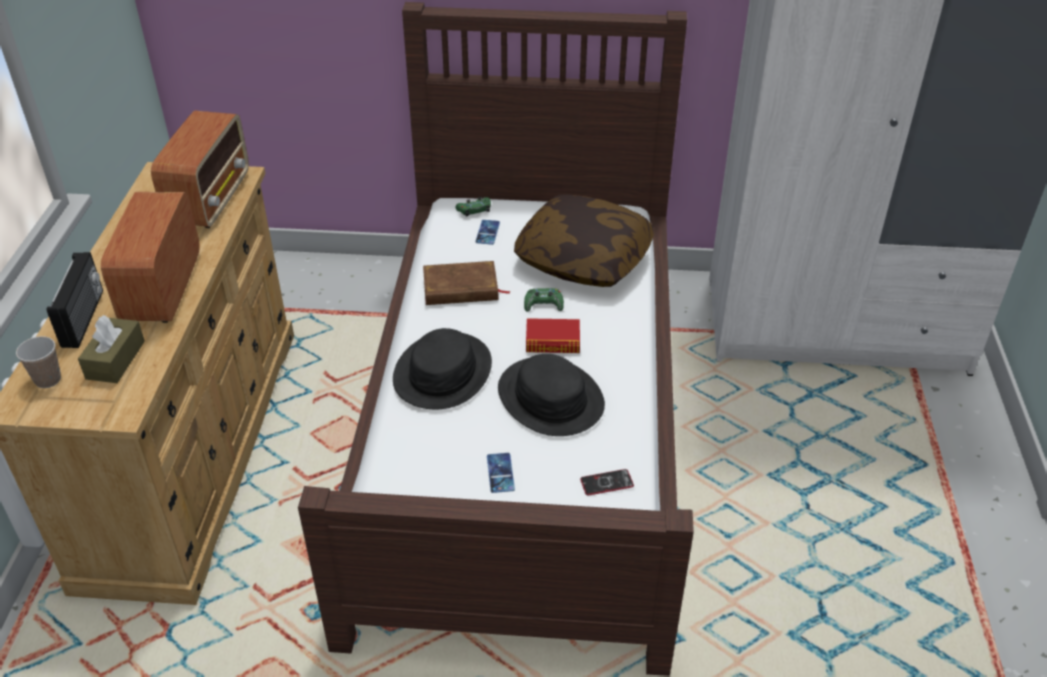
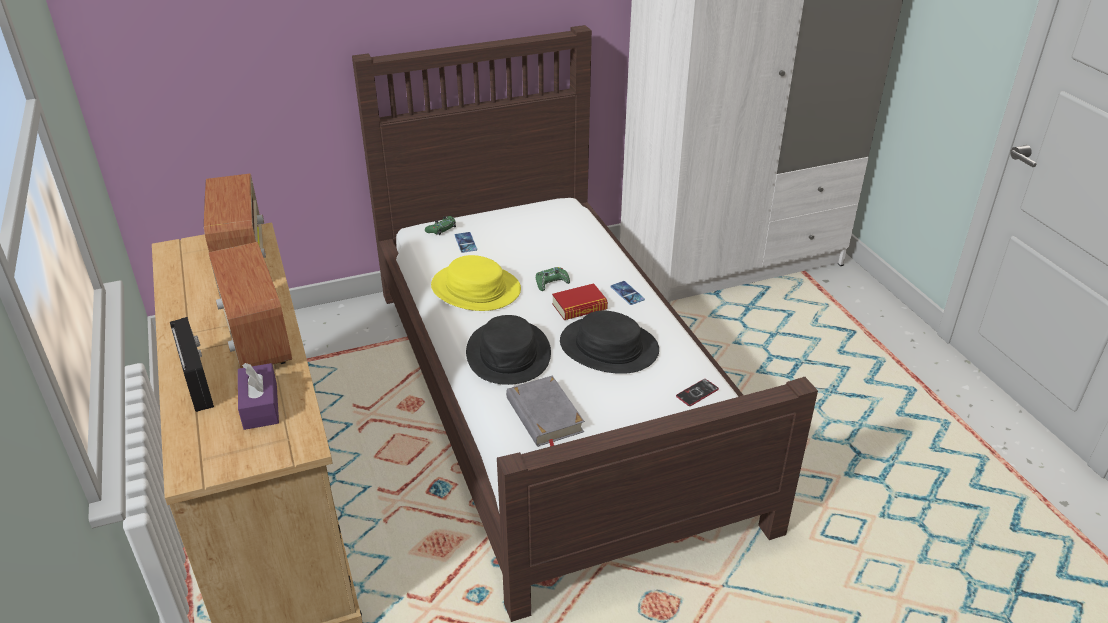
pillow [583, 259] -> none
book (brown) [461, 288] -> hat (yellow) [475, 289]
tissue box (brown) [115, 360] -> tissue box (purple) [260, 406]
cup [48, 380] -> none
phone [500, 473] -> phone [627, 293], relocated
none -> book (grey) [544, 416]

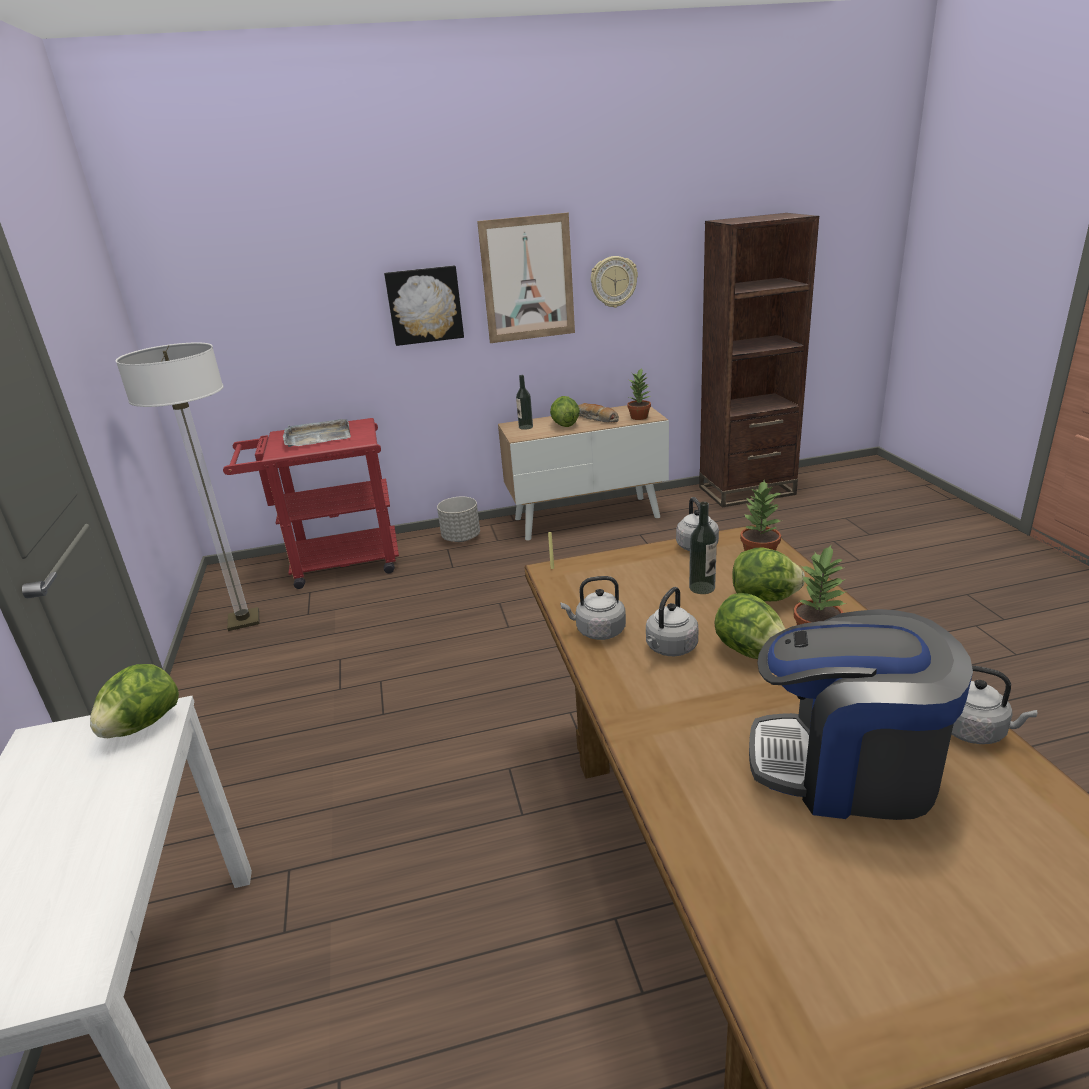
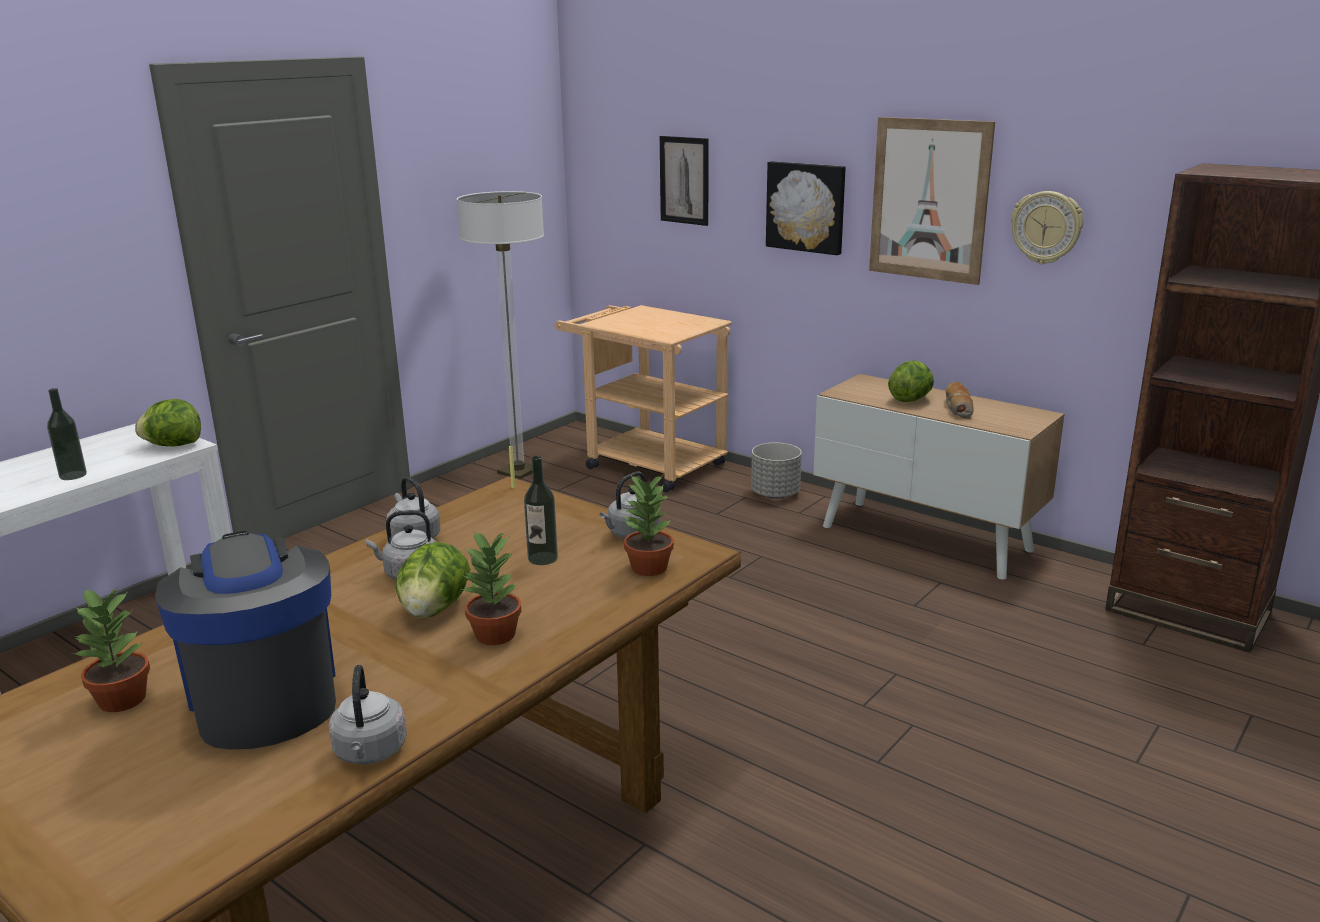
potted plant [639, 417] -> potted plant [122, 700], relocated
bottle [525, 427] -> bottle [73, 475], relocated
cart (red) [334, 564] -> cart (beige) [645, 463]
tray (grey) [317, 437] -> none
lettuce [765, 598] -> none
none -> picture [684, 180]

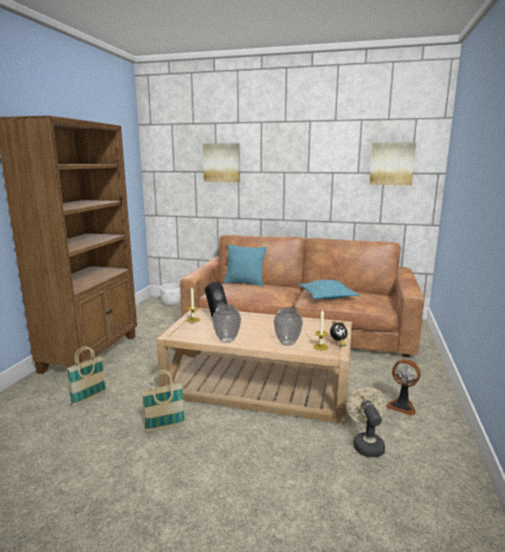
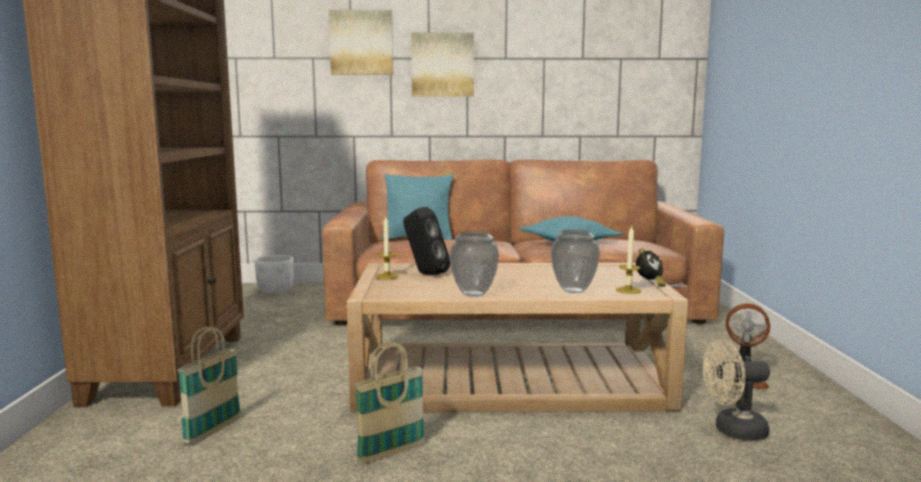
picture [391, 163] -> picture [442, 65], relocated
fan (beige) [366, 444] -> fan (beige) [733, 431], 75 degrees counterclockwise

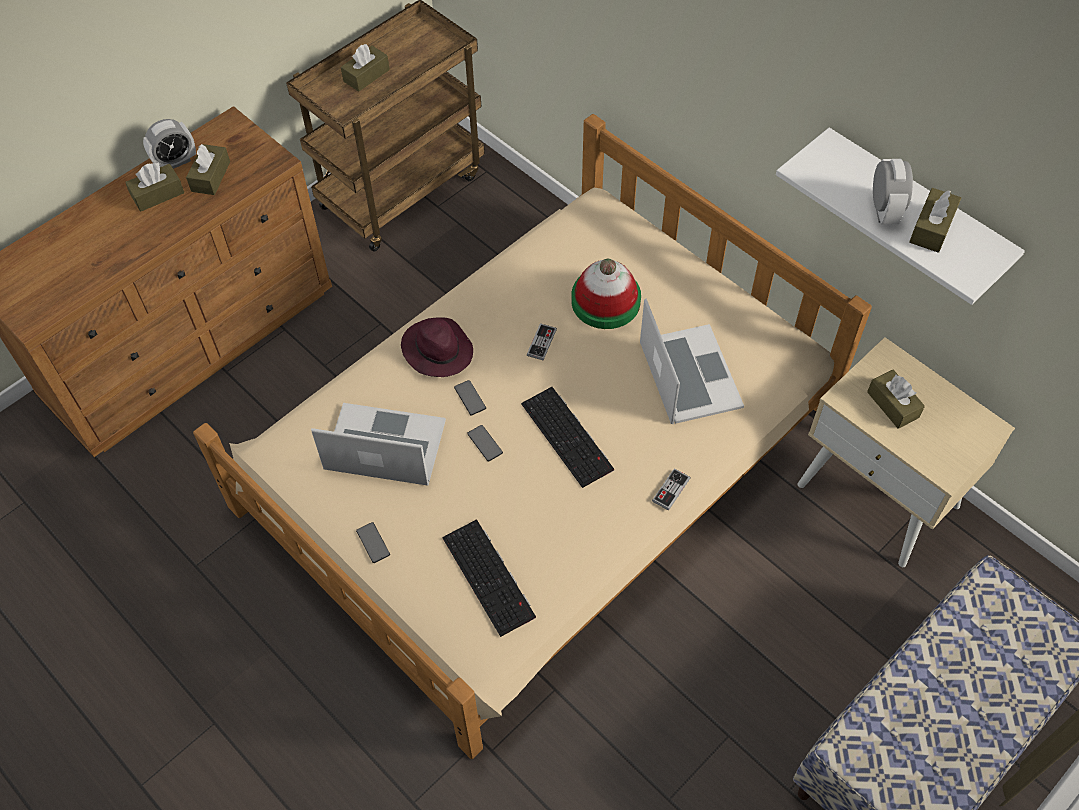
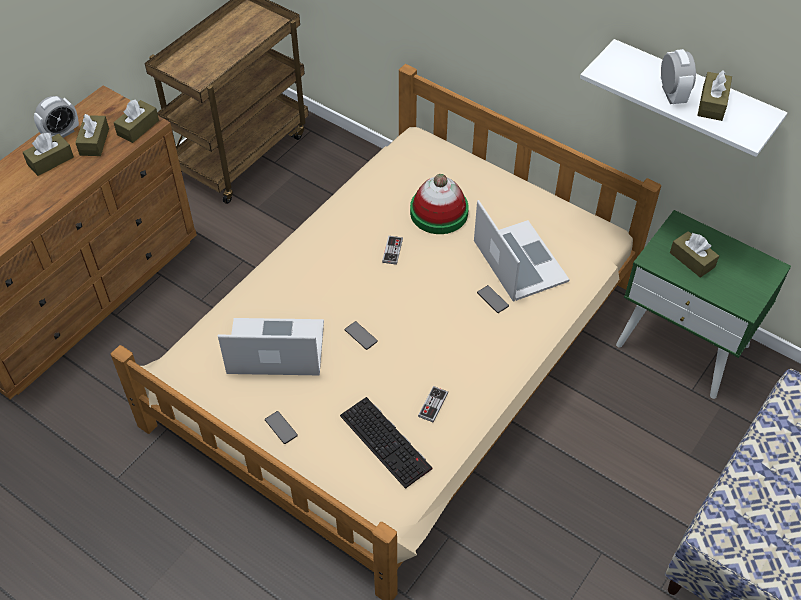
tissue box (brown) [366, 75] -> tissue box (brown) [138, 128], relocated
hat (purple) [437, 350] -> none
nightstand (beige) [879, 495] -> nightstand (green) [683, 345]
phone [470, 398] -> phone [492, 299], relocated
keyboard [569, 437] -> none
game controller [671, 490] -> game controller [433, 405], relocated

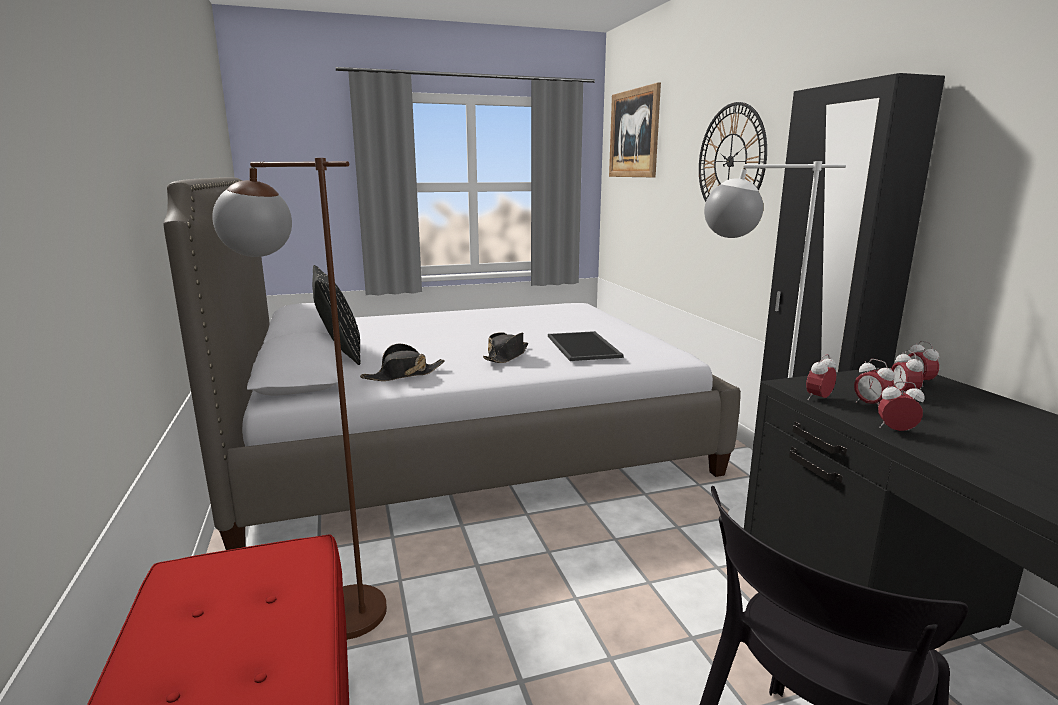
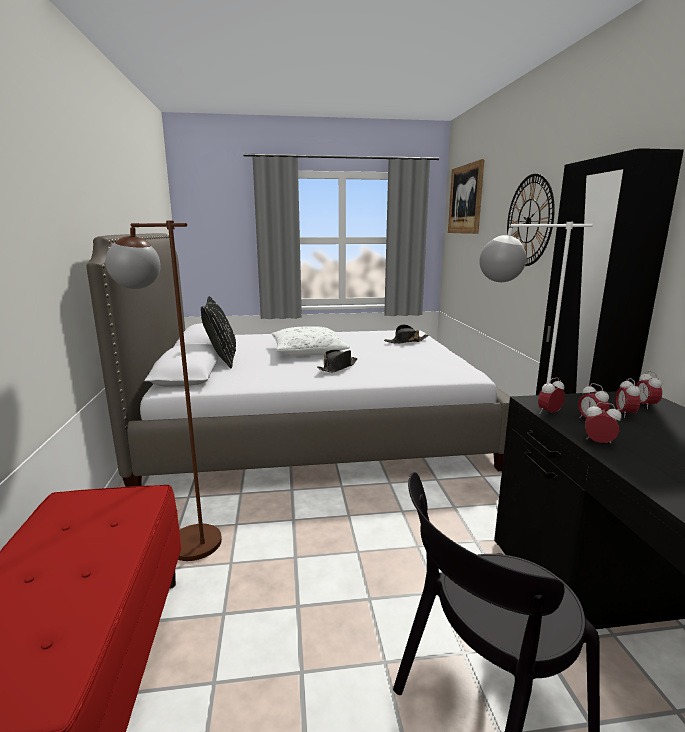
tray [585, 346] -> none
hat (black) [403, 375] -> hat (black) [406, 341], relocated
none -> pillow (white) [308, 351]

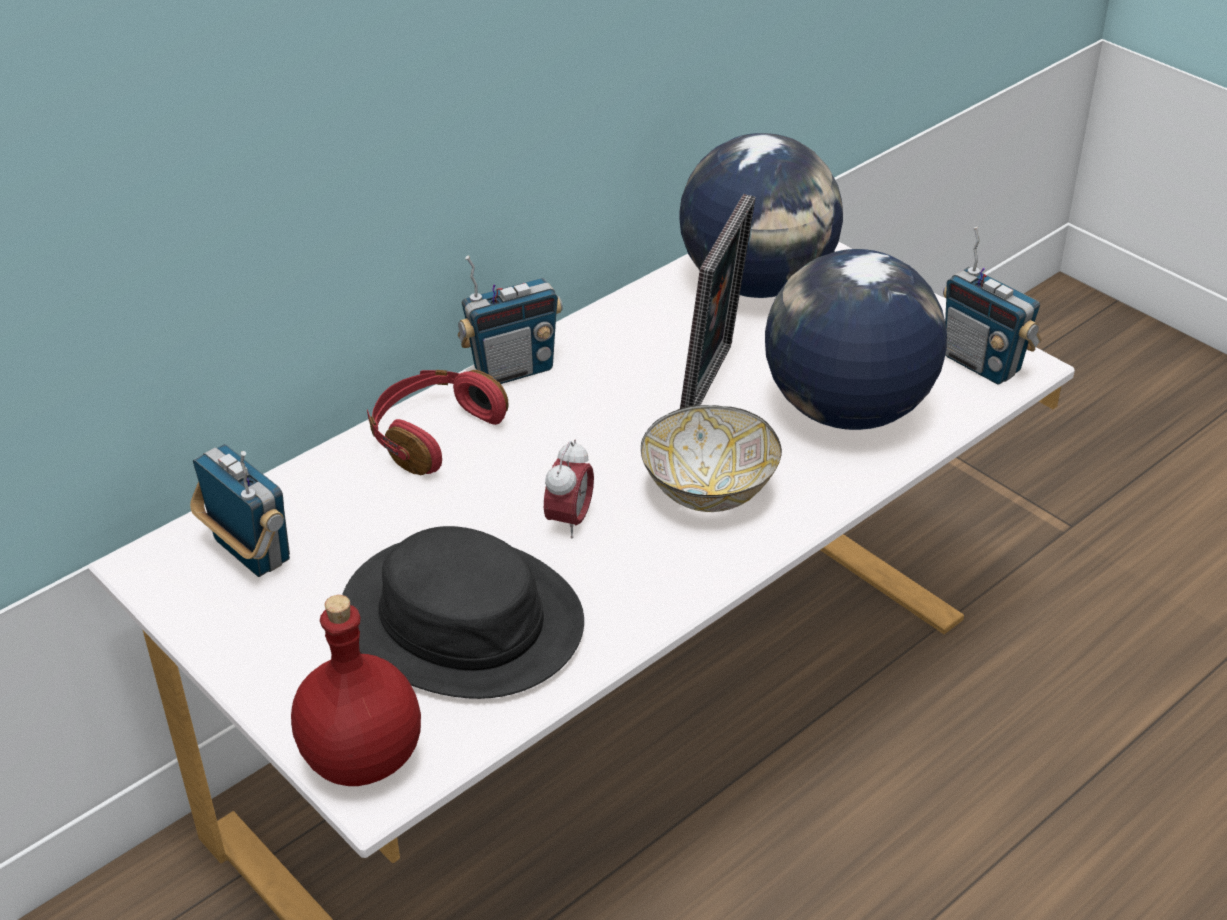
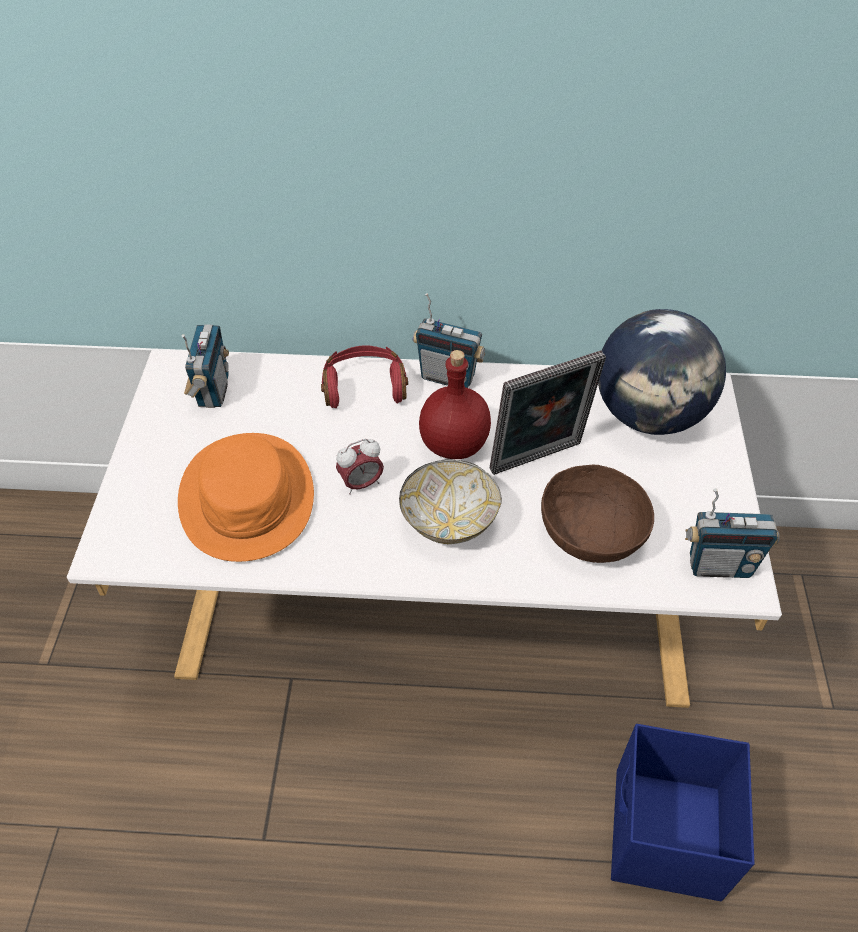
radio [982, 364] -> radio [719, 565], 90 degrees counterclockwise
globe [847, 411] -> bowl (brown) [591, 532]
hat (black) [462, 618] -> hat (orange) [247, 497]
bottle (red) [362, 756] -> bottle (red) [455, 444], relocated
none -> storage box (blue) [665, 835]

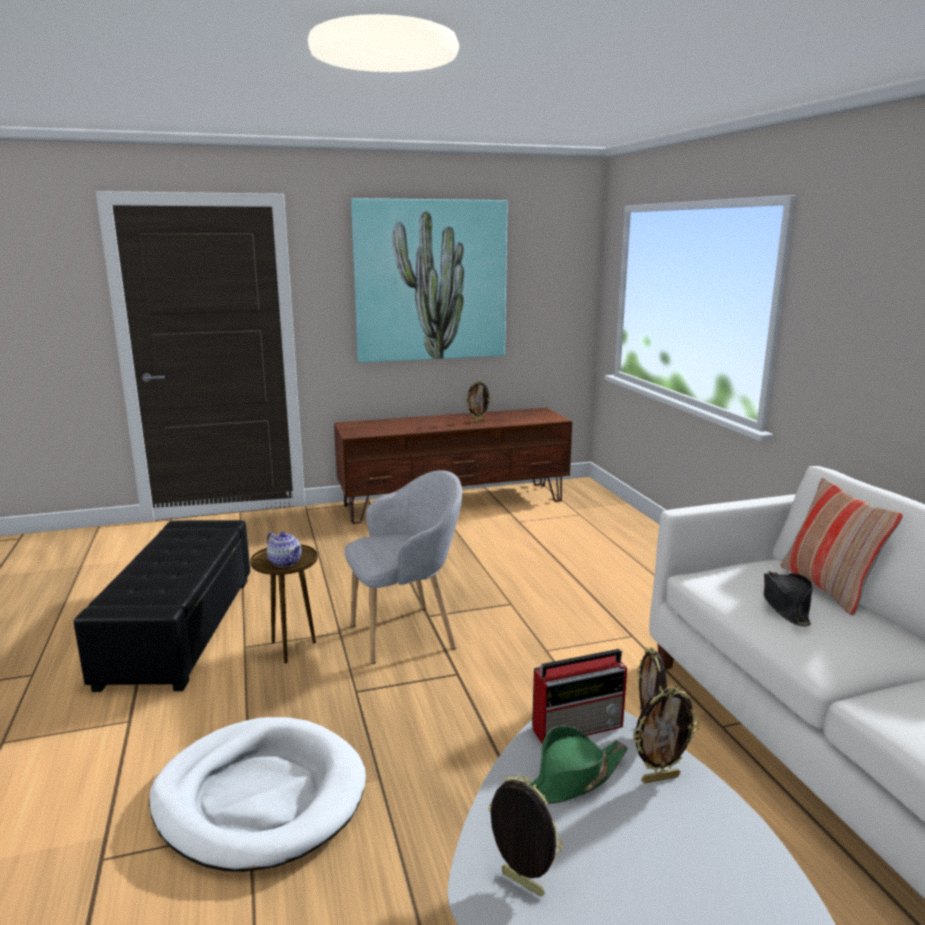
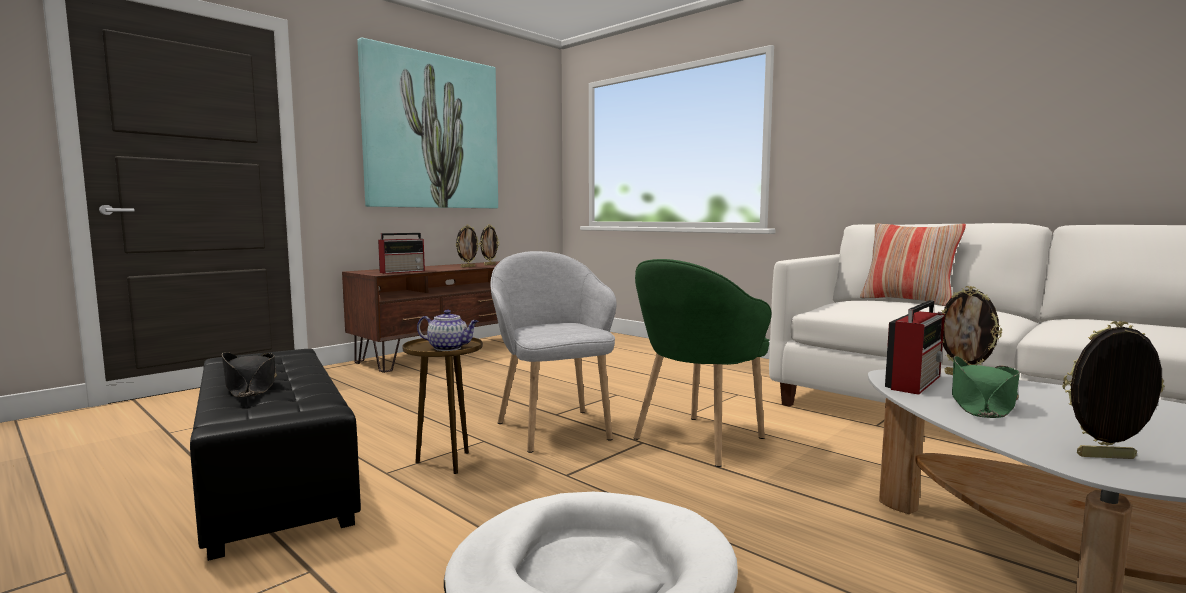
armchair (grey) [406, 634] -> armchair (grey) [554, 428], 60 degrees counterclockwise
hat (black) [785, 605] -> hat (black) [250, 387], relocated
picture frame [660, 778] -> picture frame [467, 267], relocated
none -> radio [403, 271]
none -> armchair (green) [698, 440]

